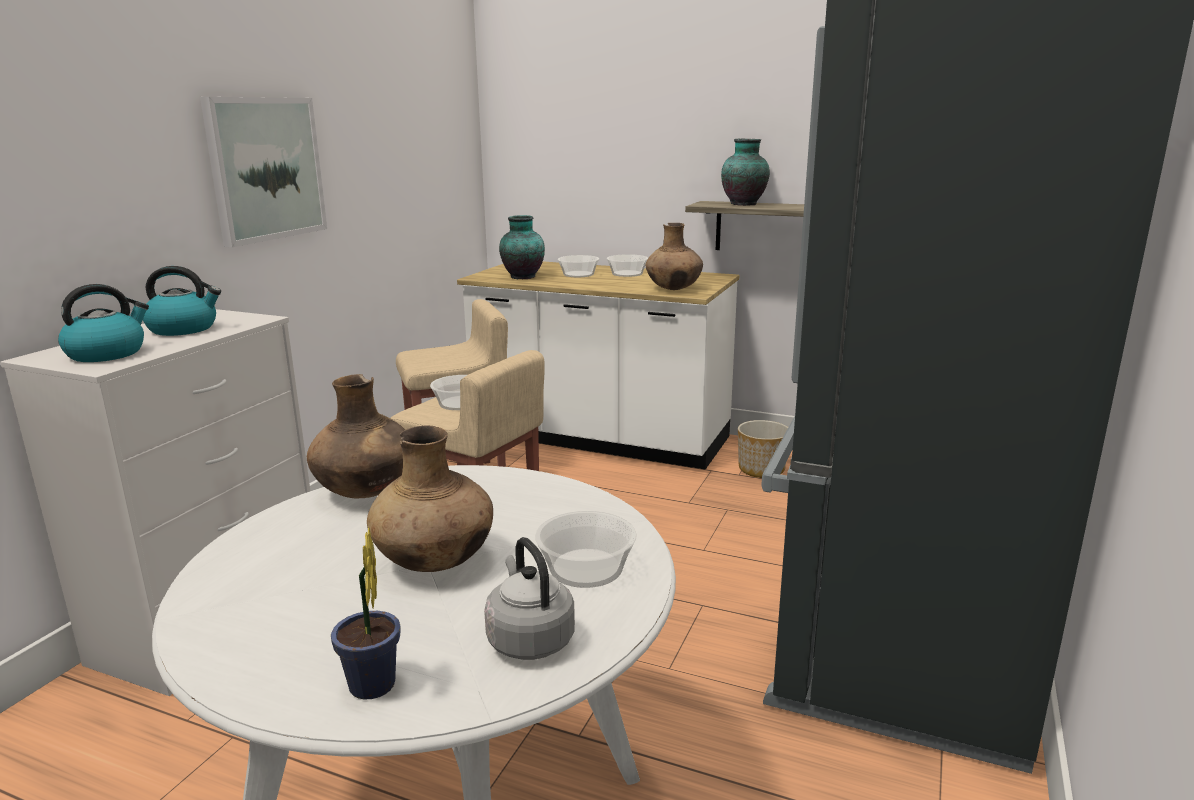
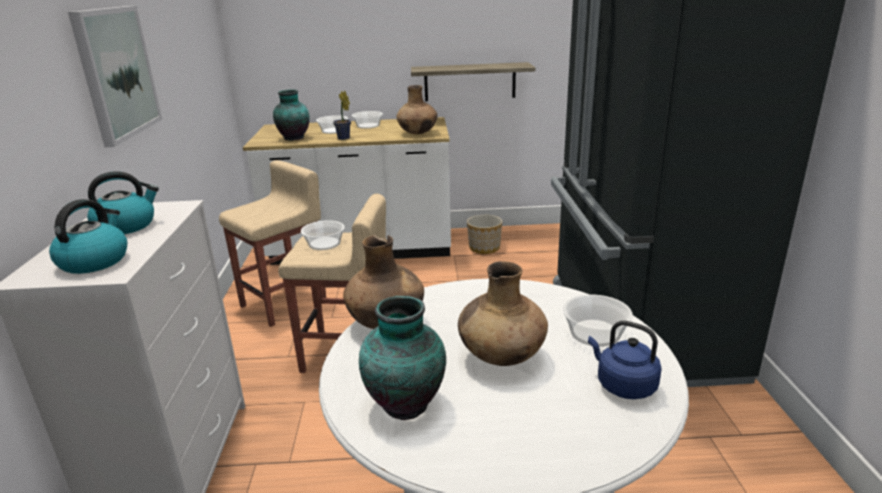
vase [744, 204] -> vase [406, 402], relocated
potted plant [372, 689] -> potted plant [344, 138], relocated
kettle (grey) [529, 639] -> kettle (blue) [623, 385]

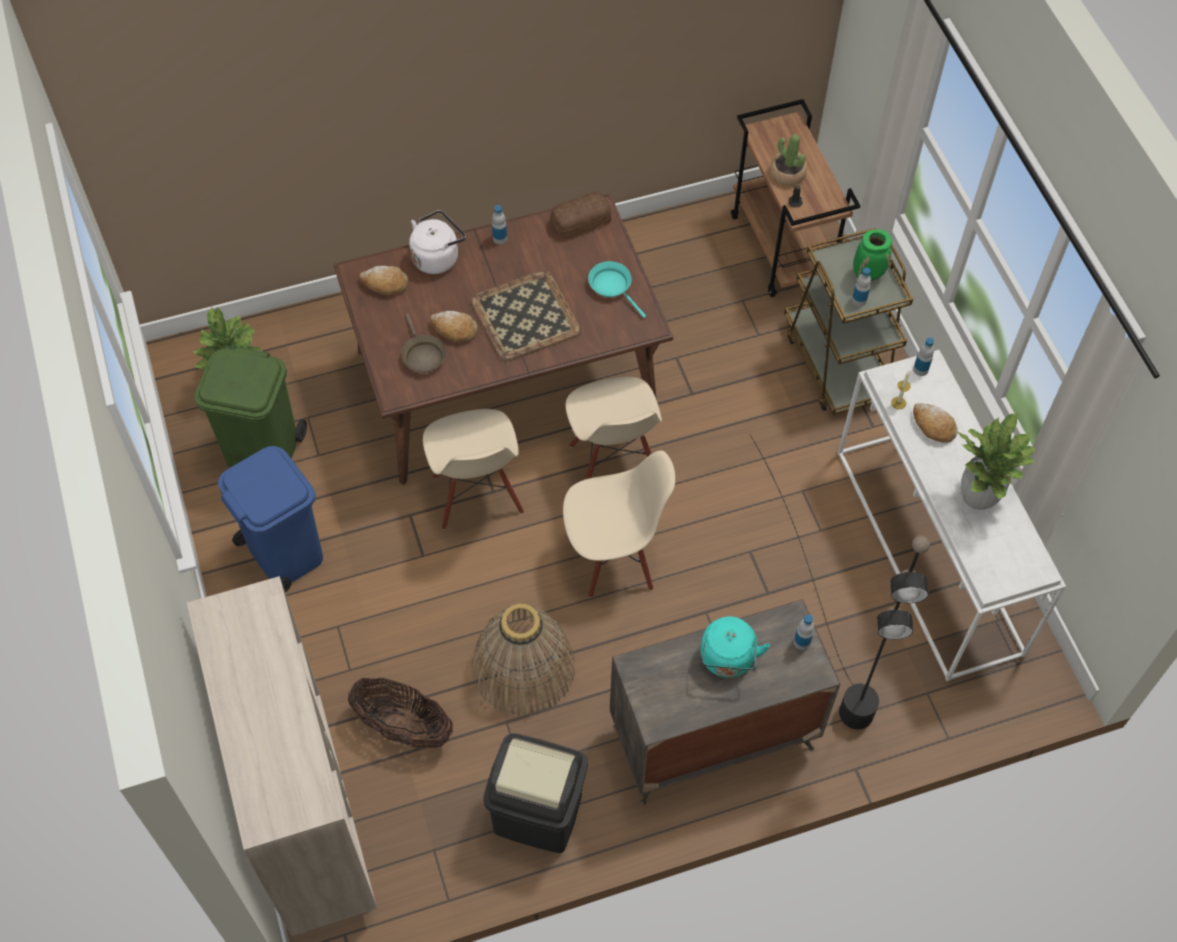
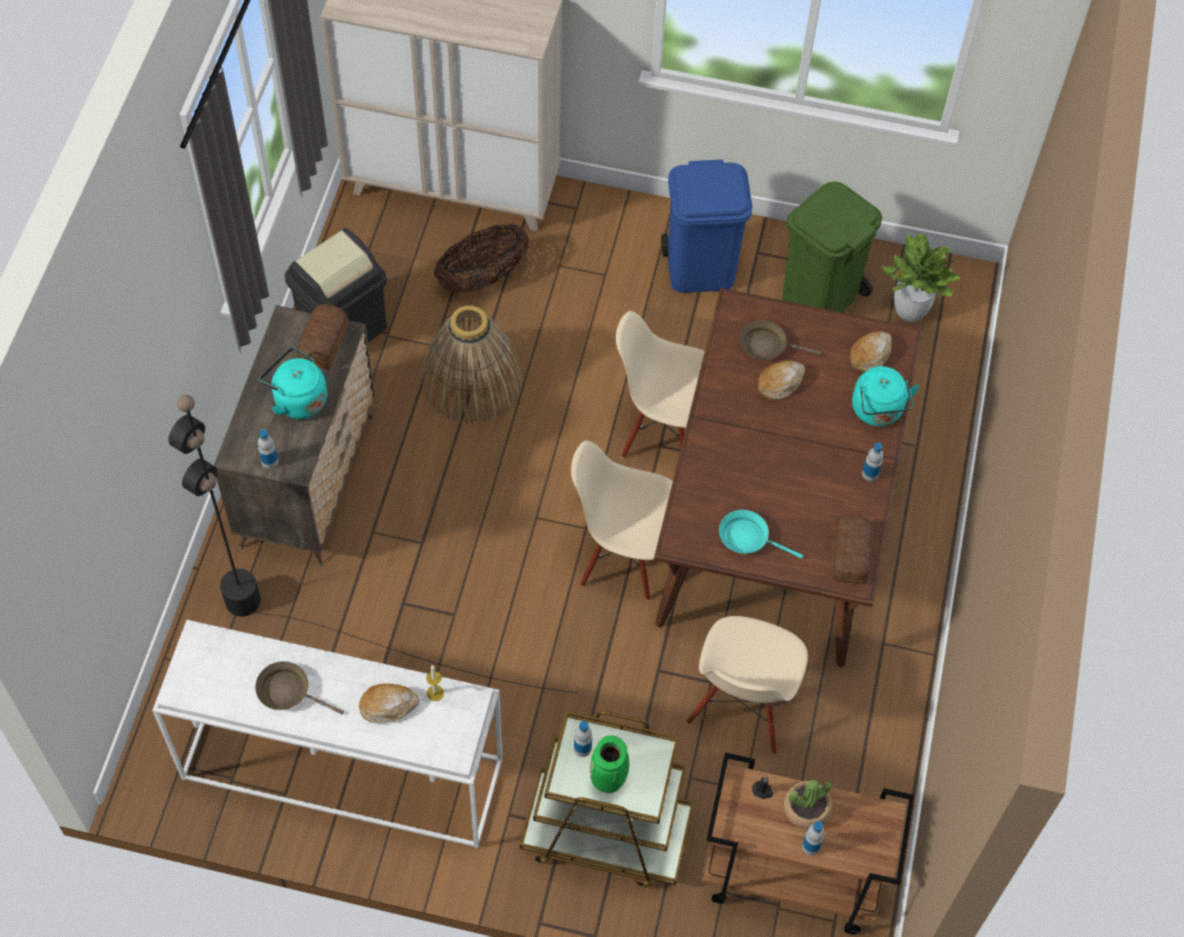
kettle (white) [437, 257] -> kettle (turquoise) [878, 411]
frying pan (turquoise) [612, 286] -> frying pan (turquoise) [747, 538], 150 degrees counterclockwise
tray [524, 315] -> none
bottle [920, 369] -> bottle [811, 846], relocated
potted plant [978, 497] -> frying pan (brown) [288, 691]
chair (beige) [614, 558] -> chair (beige) [741, 709], relocated
none -> bread [325, 342]

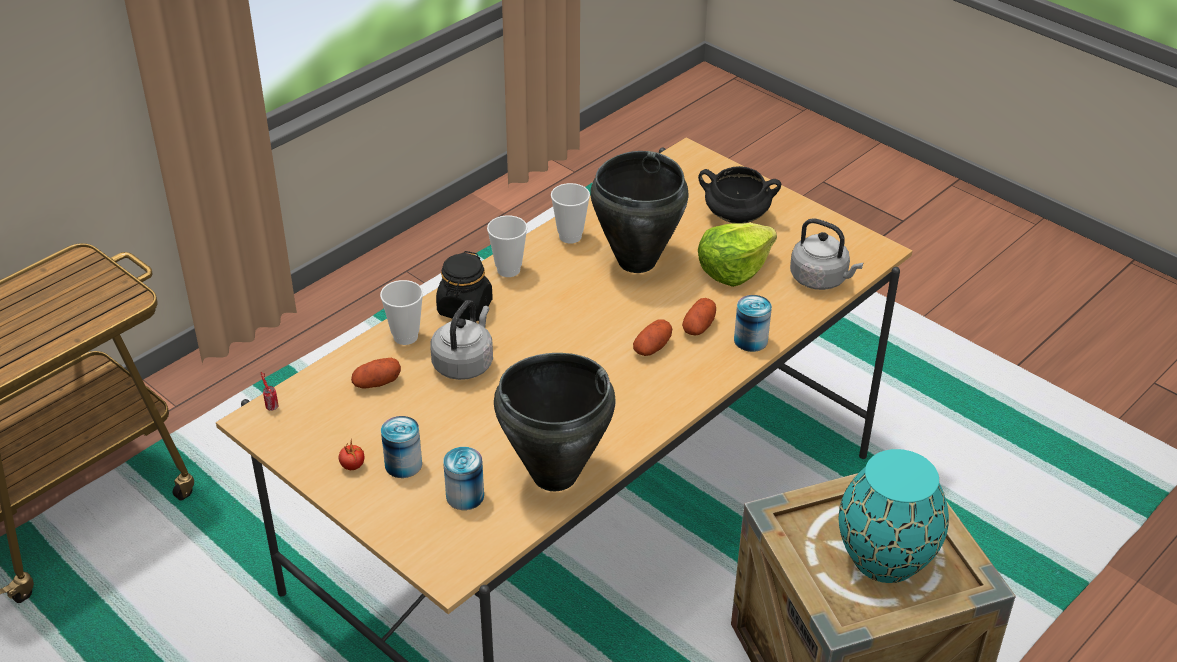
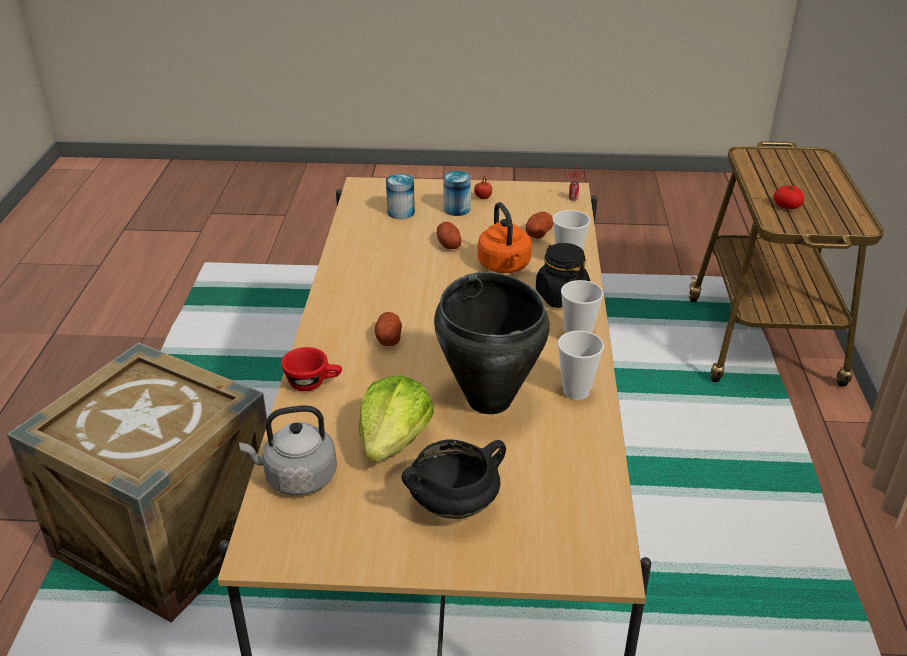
can [750, 340] -> cup (red) [313, 383]
potato [699, 326] -> potato [448, 244], relocated
kettle (grey) [464, 363] -> kettle (orange) [505, 266]
cooking pot (black) [553, 475] -> none
vase (turquoise) [884, 559] -> none
none -> tomato [787, 206]

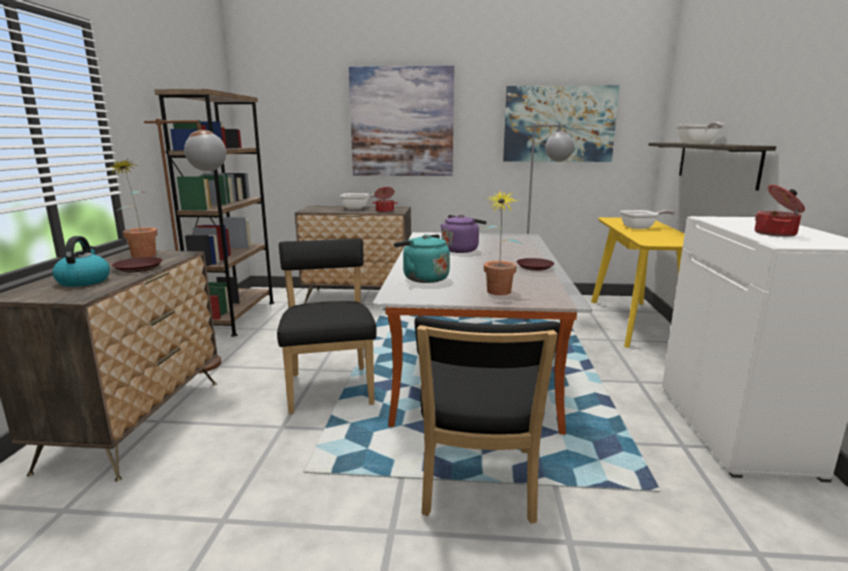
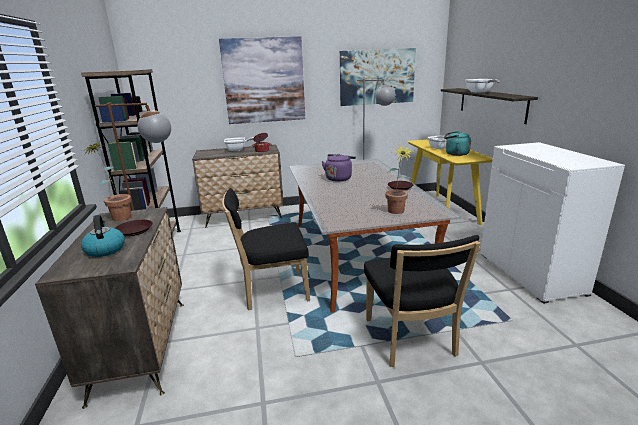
cooking pot [776, 234] -> none
kettle (turquoise) [423, 278] -> kettle (turquoise) [455, 154], relocated
chair (black) [330, 386] -> chair (black) [271, 291], 75 degrees counterclockwise

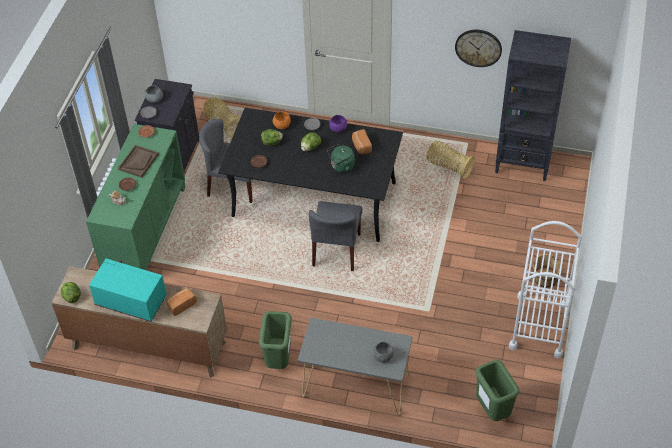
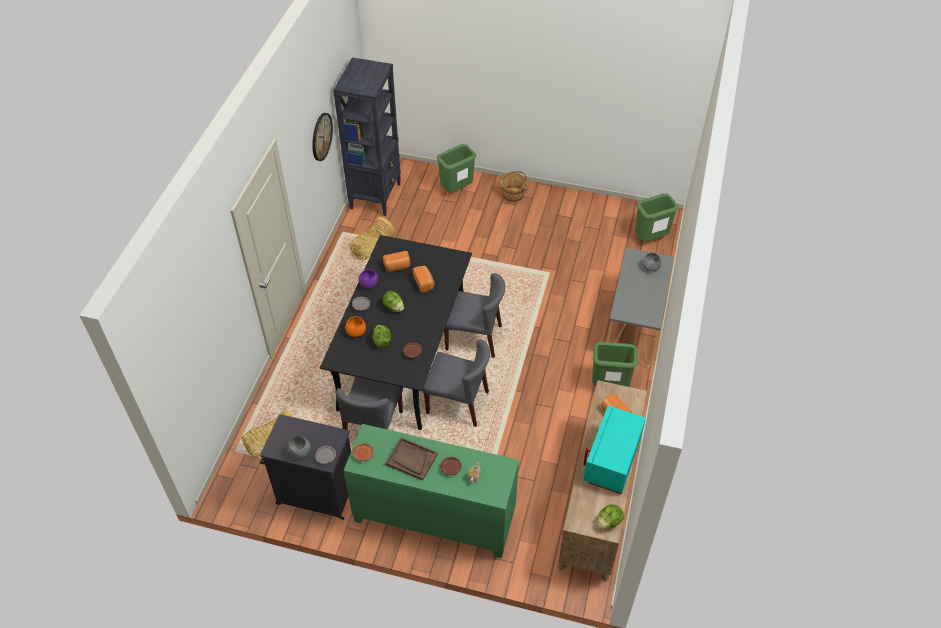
kettle (green) [341, 166] -> bread [424, 283]
cart (white) [539, 325] -> none
none -> trash can (green) [456, 189]
none -> chair (grey) [458, 403]

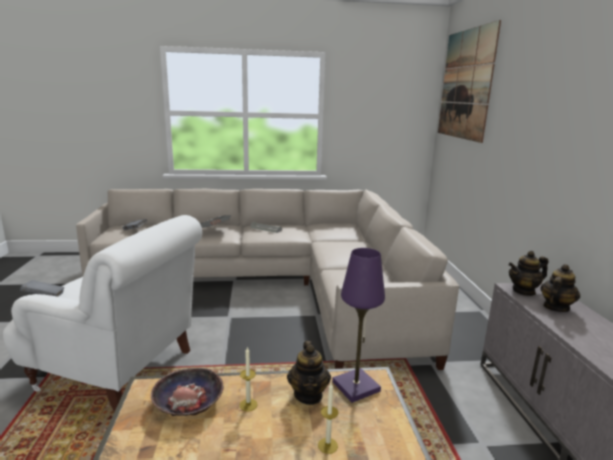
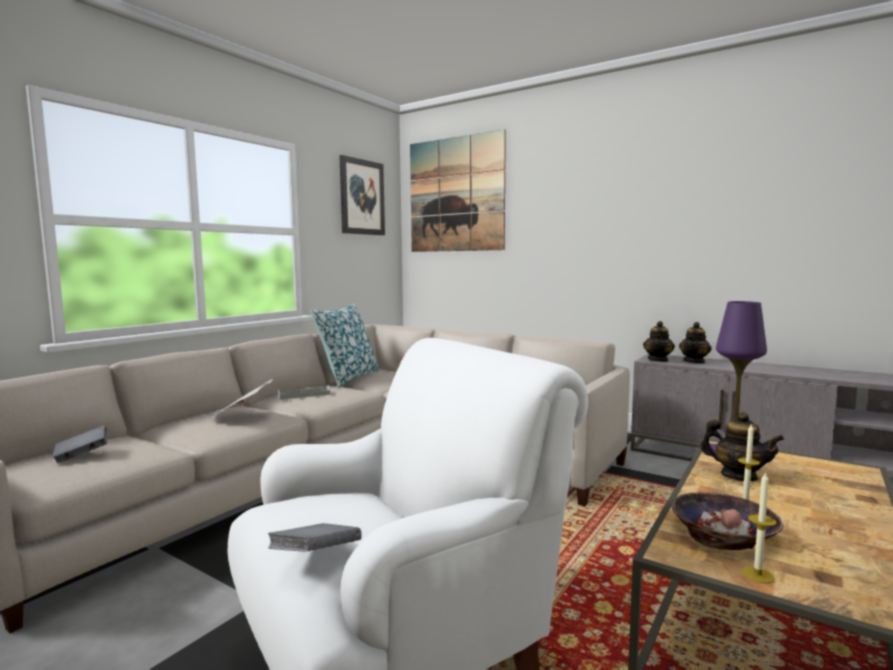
teapot [555, 307] -> teapot [694, 361], 135 degrees counterclockwise
candle [327, 445] -> candle [757, 574], relocated
none -> picture [362, 197]
none -> pillow [348, 378]

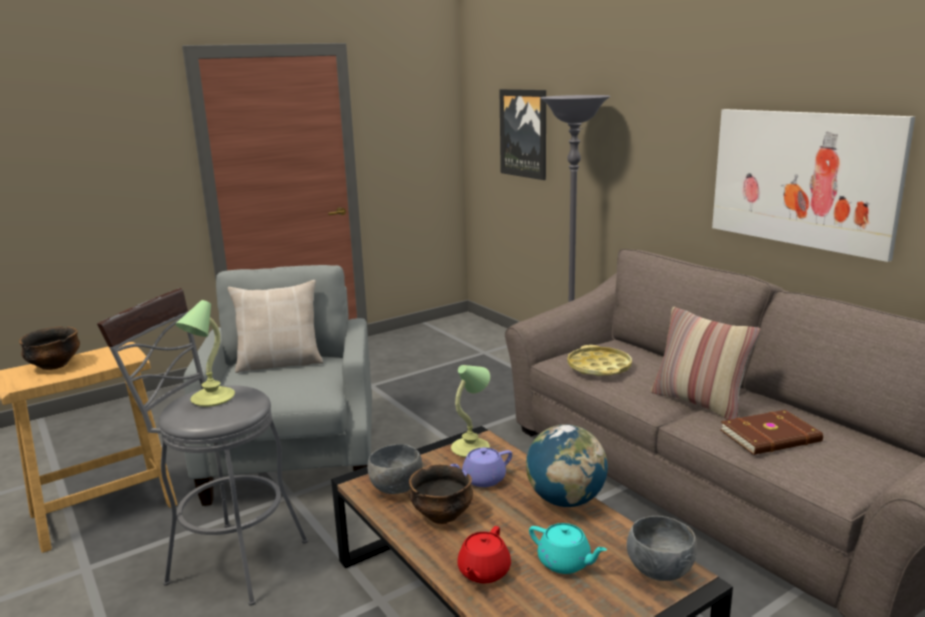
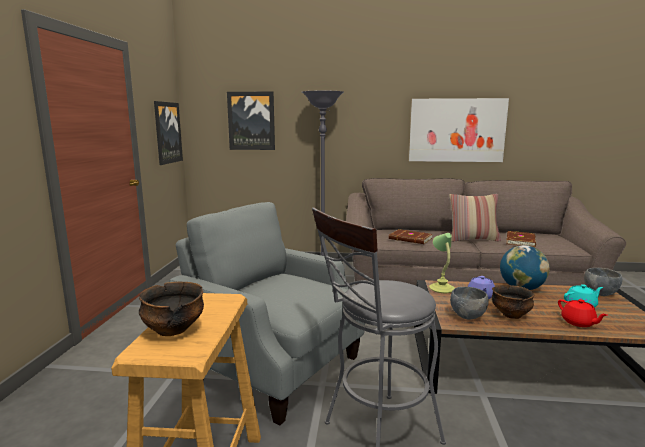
pillow (beige) [280, 363] -> none
table lamp [211, 399] -> none
tray (yellow) [599, 367] -> book (brown) [410, 239]
none -> picture [167, 132]

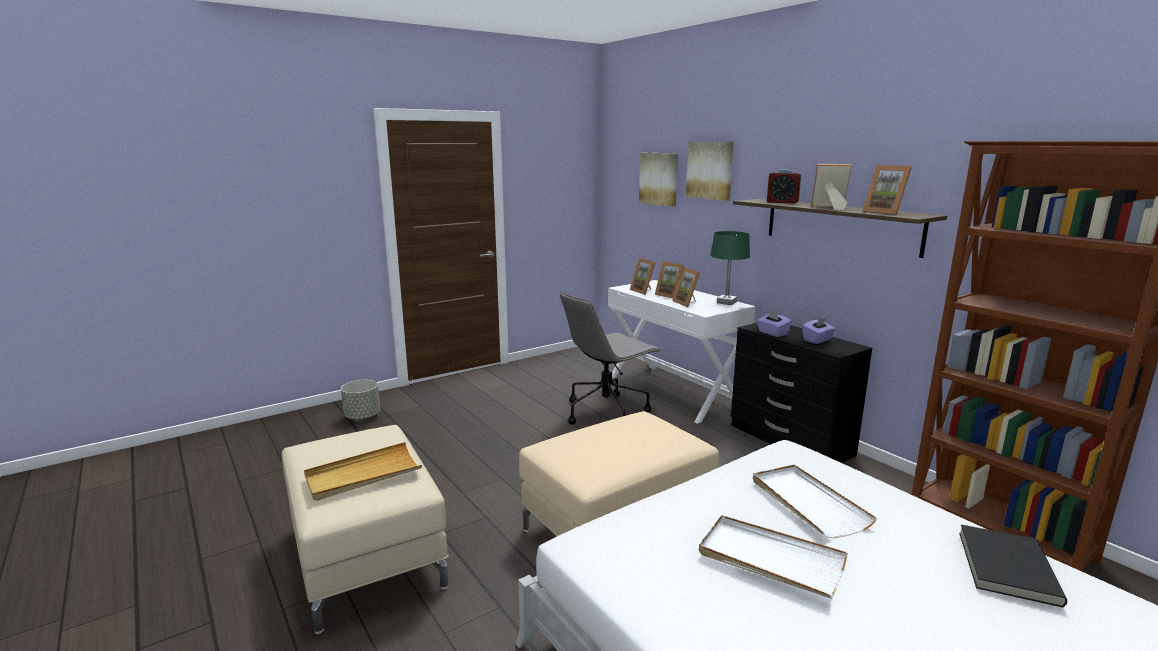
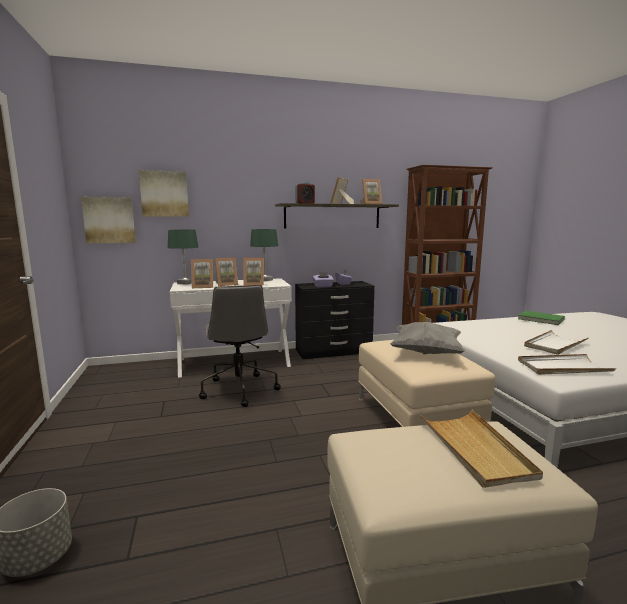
picture [710, 170] -> picture [109, 220], relocated
tray (white) [808, 503] -> tray (white) [562, 367], relocated
book (black) [1004, 567] -> book (green) [540, 319]
none -> table lamp (green) [185, 283]
none -> pillow (grey) [426, 352]

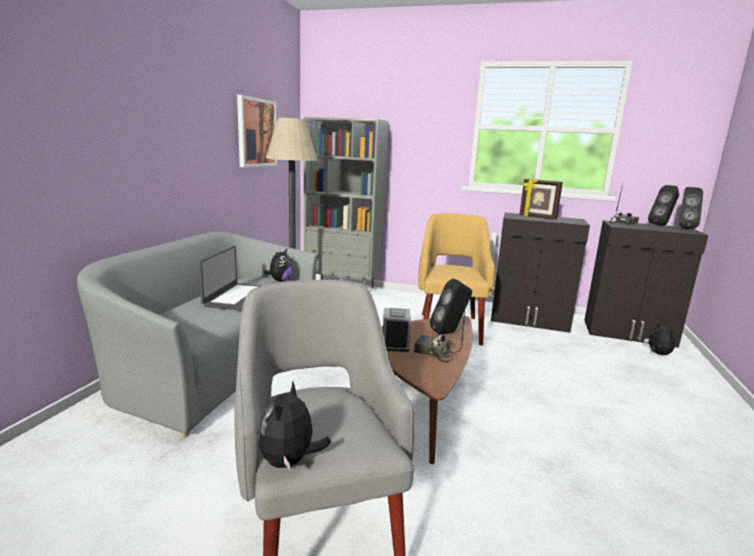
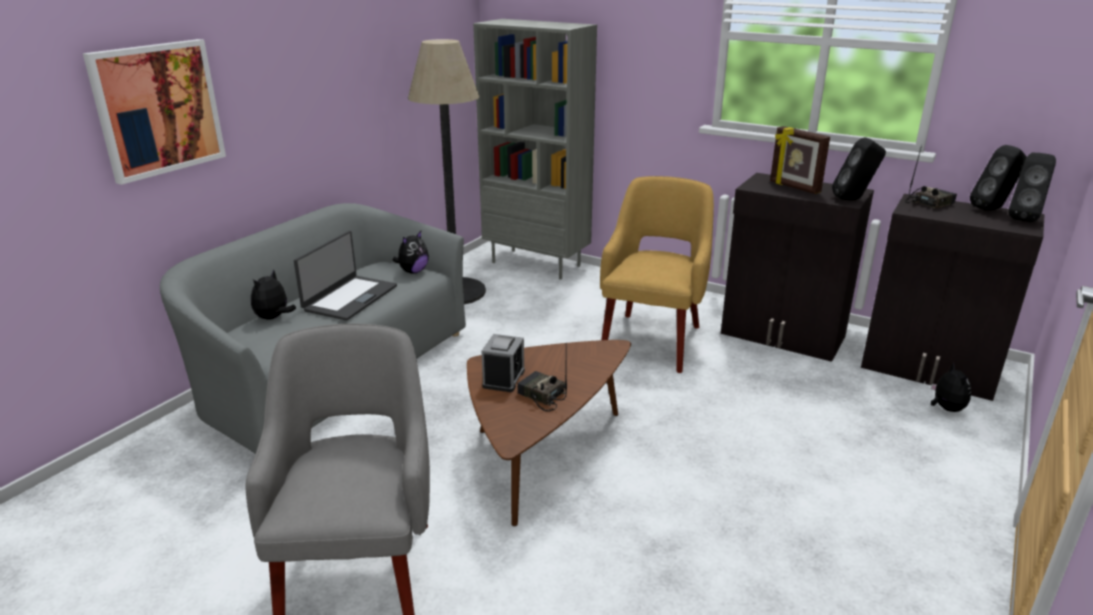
picture [256, 133] -> picture [158, 109], relocated
speaker (black) [449, 333] -> speaker (black) [854, 199], relocated
plush toy [290, 461] -> plush toy [273, 318], relocated

